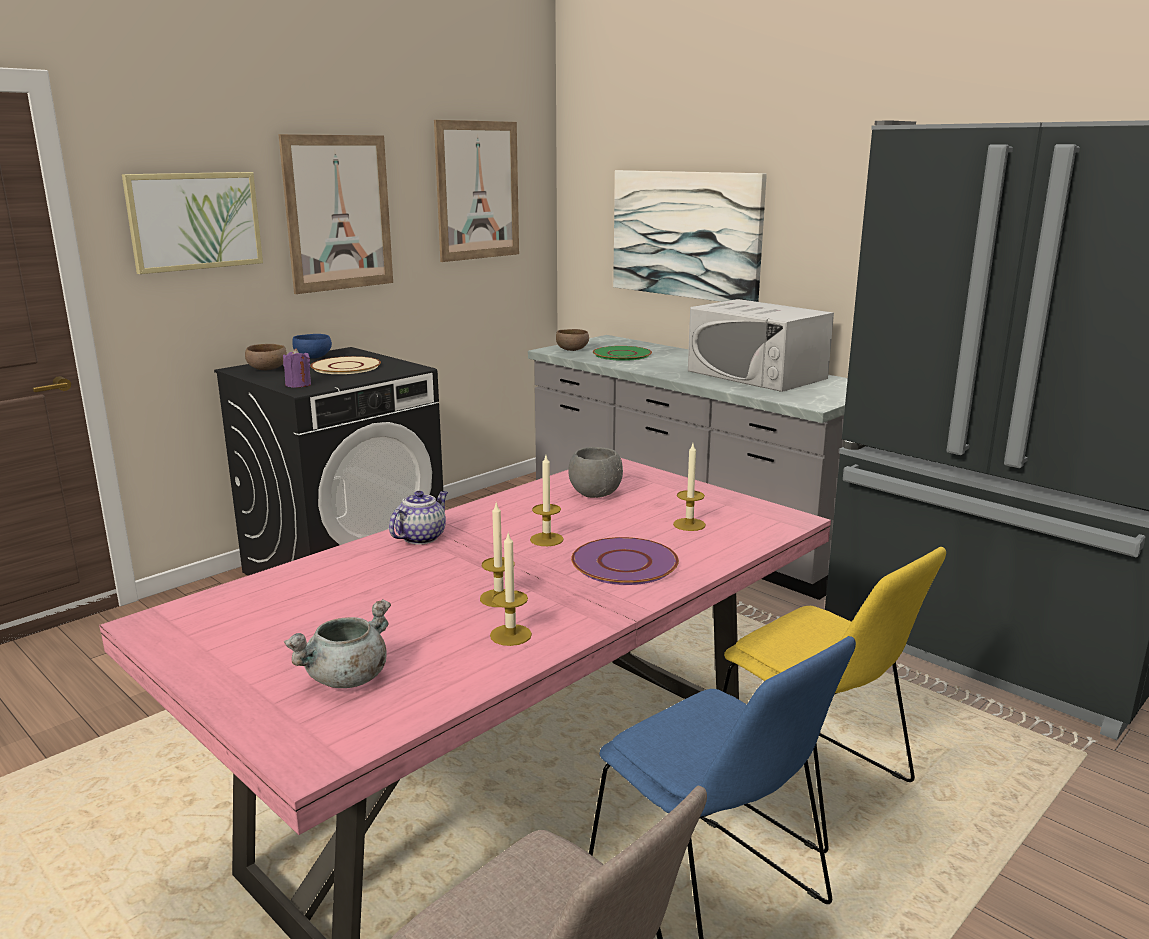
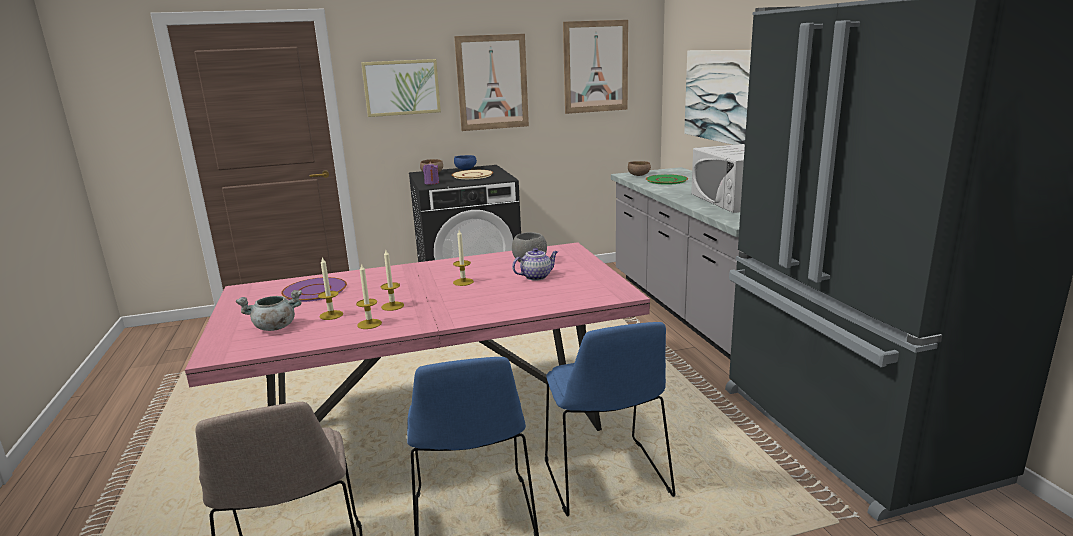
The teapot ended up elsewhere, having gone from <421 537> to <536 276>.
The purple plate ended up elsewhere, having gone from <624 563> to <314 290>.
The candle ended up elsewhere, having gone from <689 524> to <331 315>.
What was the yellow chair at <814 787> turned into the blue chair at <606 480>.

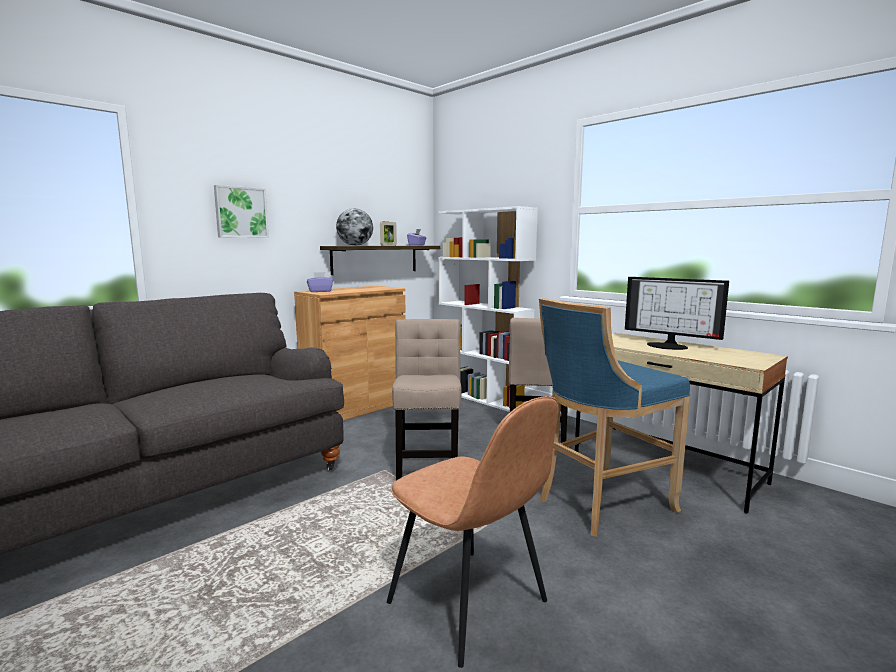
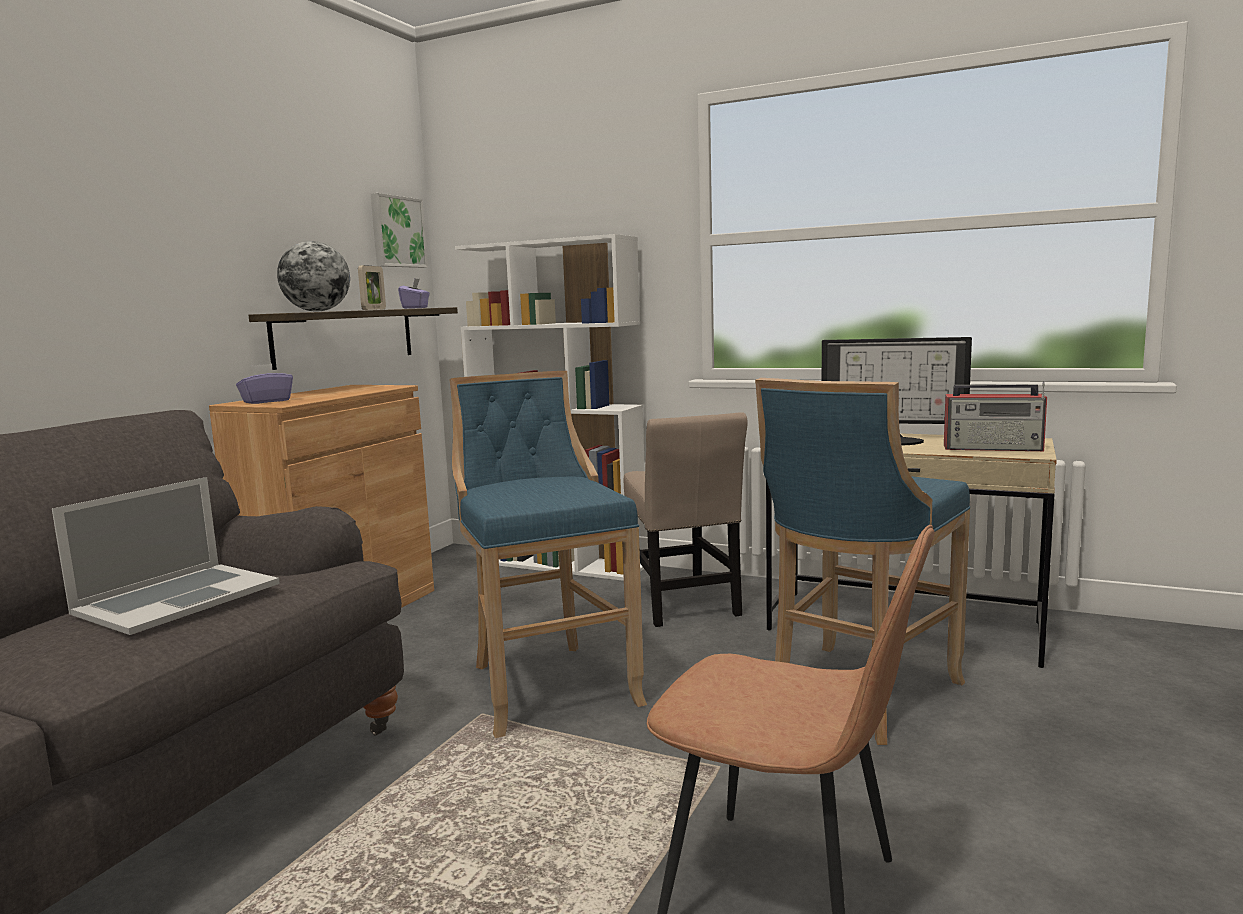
The picture ended up elsewhere, having gone from <241 212> to <397 232>.
Where the beige chair stood at <428 461>, the blue stool came to stand at <547 684>.
The second view gained the laptop at <177 598>.
The second view gained the radio at <994 448>.

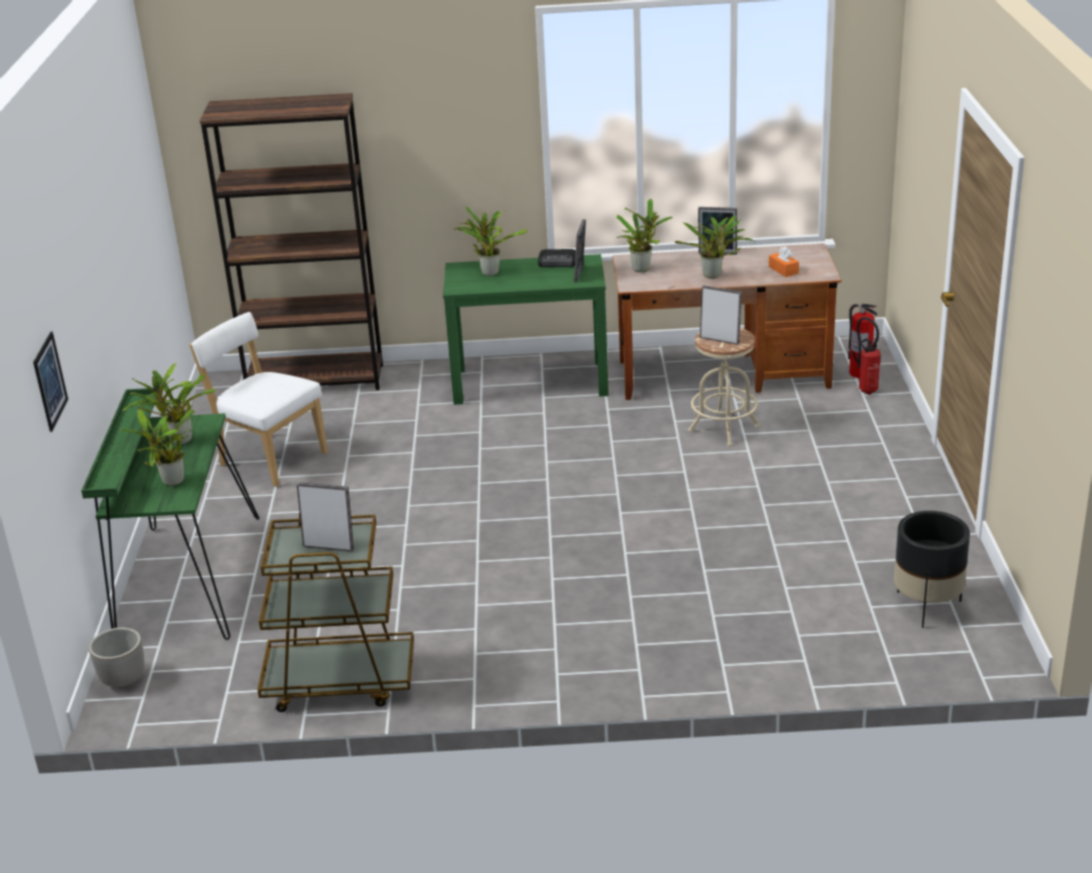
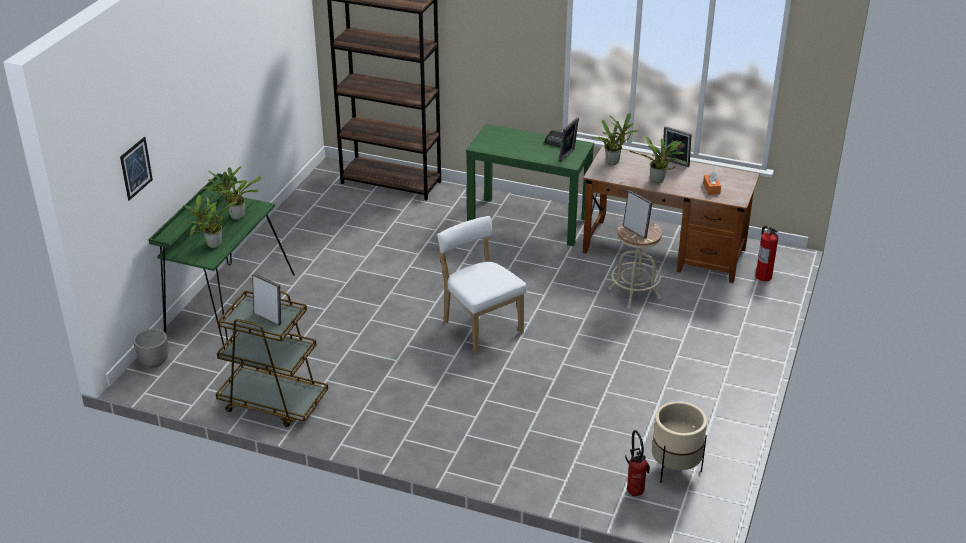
The white chair ended up elsewhere, having gone from <269 458> to <480 326>.
The second view lost the potted plant at <489 272>.
The fire extinguisher ended up elsewhere, having gone from <866 389> to <635 489>.
What was the black planter at <927 606> turned into the beige planter at <675 468>.

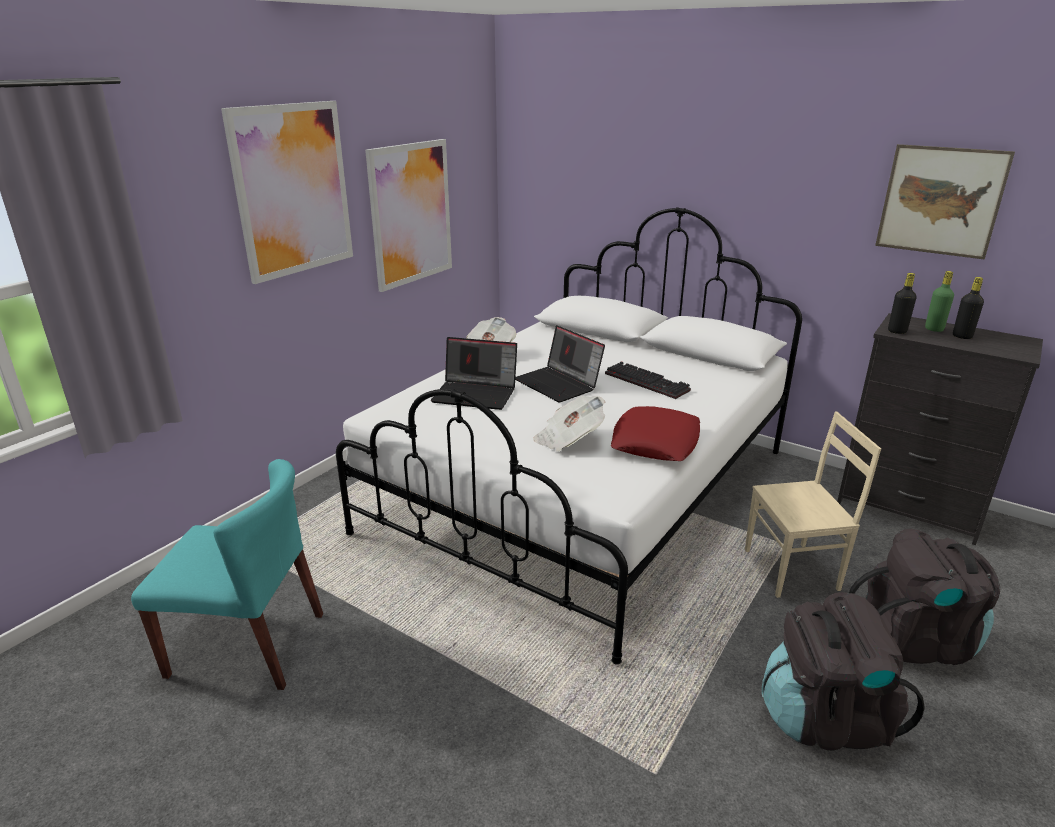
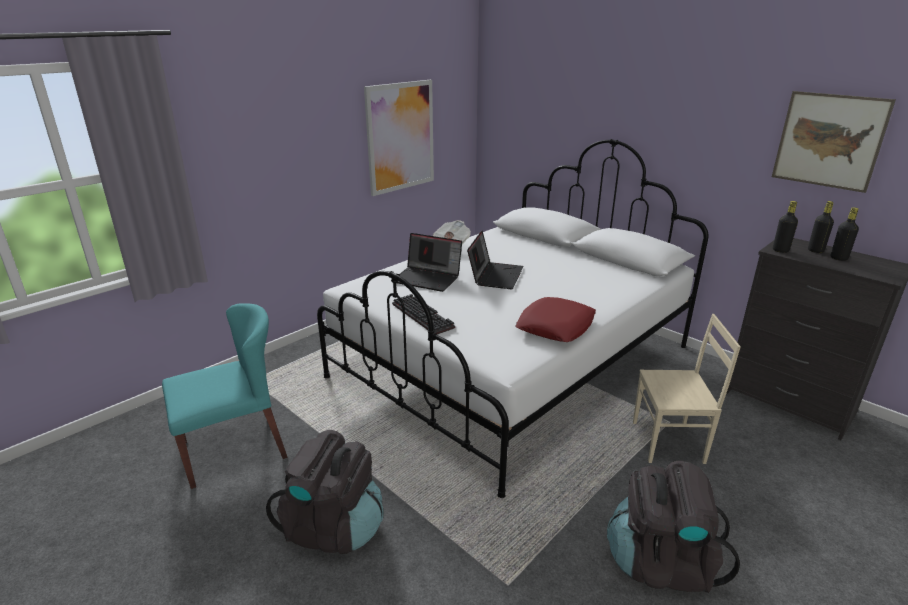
The turquoise chair at <248 644> ended up facing another way, 45 degrees counterclockwise from before.
The second view lost the picture at <293 190>.
The laptop at <559 384> ended up facing another way, 135 degrees counterclockwise from before.
The second view lost the newspaper at <568 439>.
The keyboard ended up elsewhere, having gone from <648 382> to <424 316>.
The black backpack ended up elsewhere, having gone from <915 641> to <333 528>.
What was the green bottle at <934 329> turned into the black bottle at <815 250>.

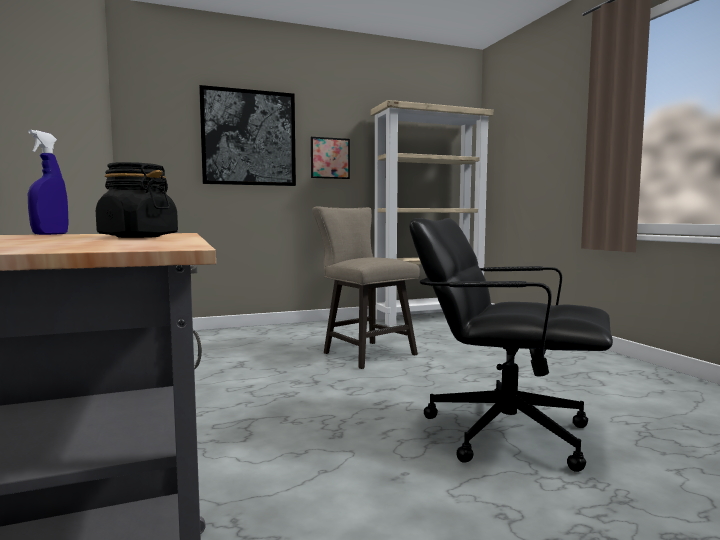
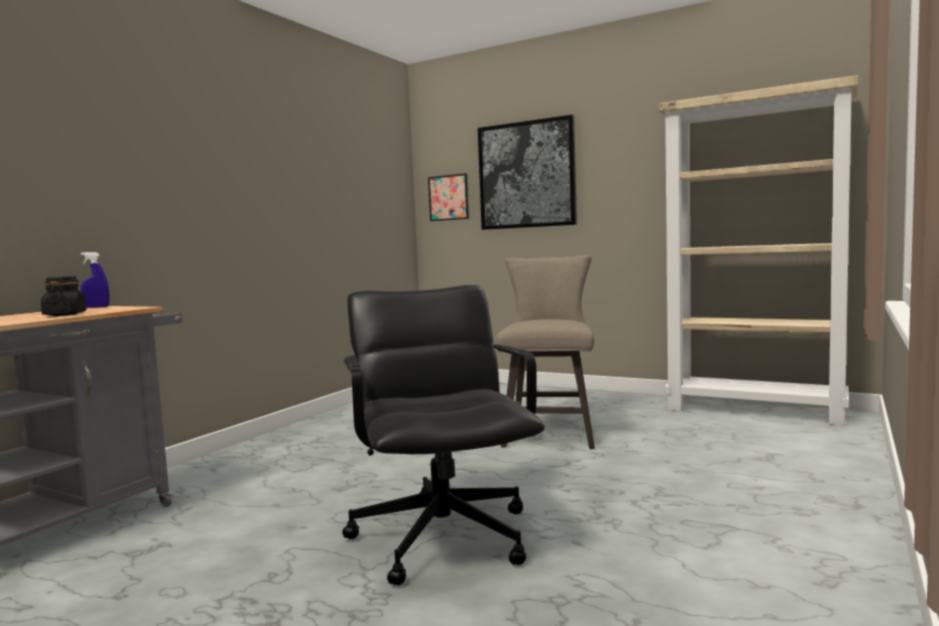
The picture ended up elsewhere, having gone from <330 158> to <448 197>.

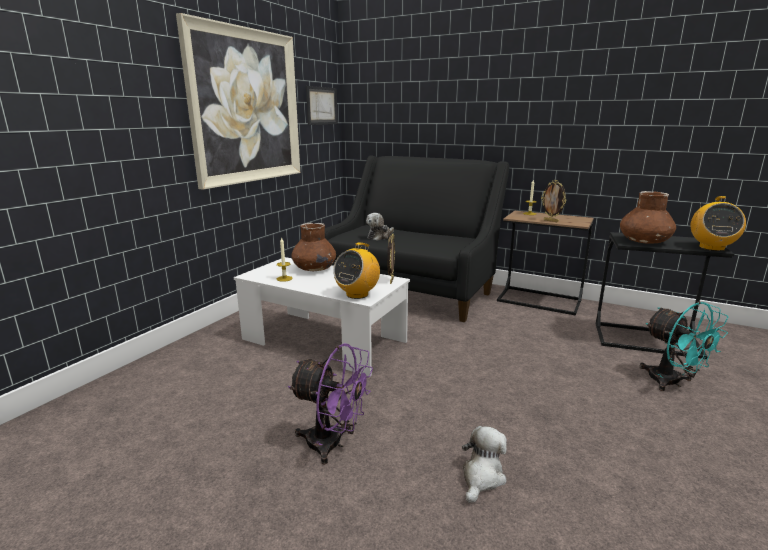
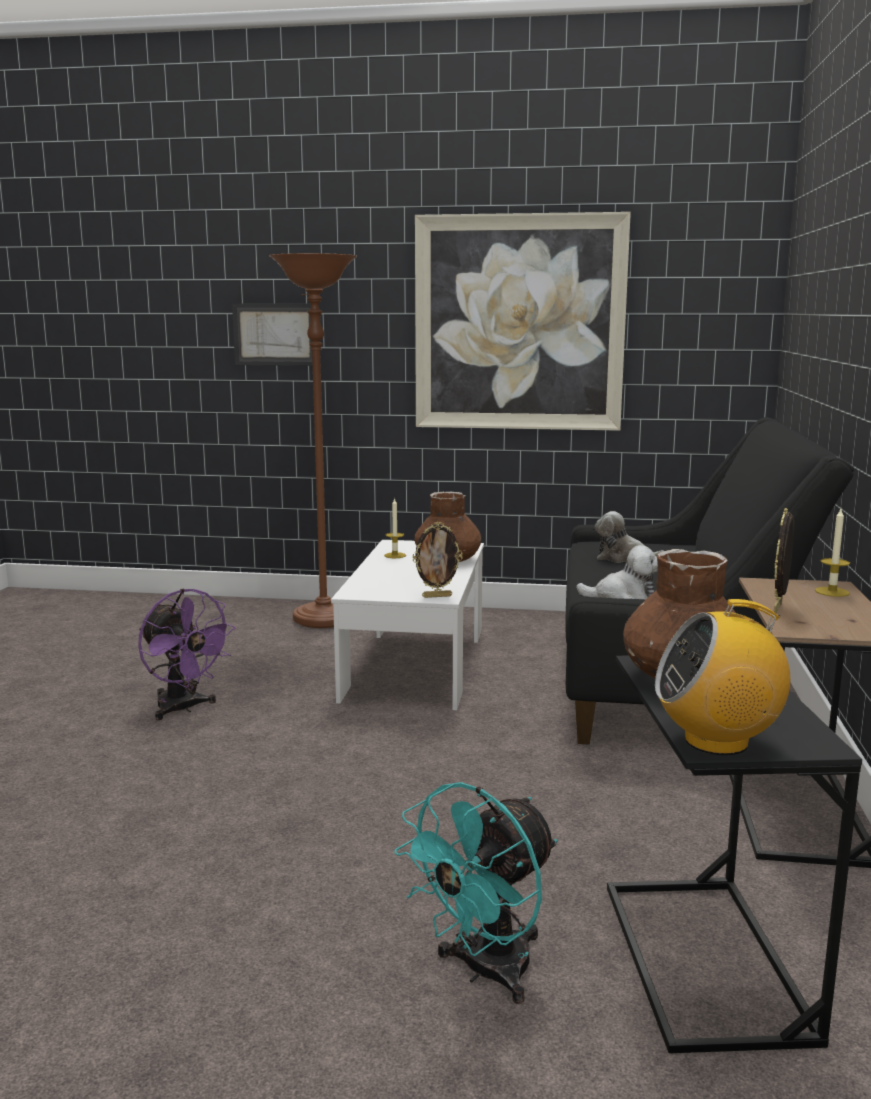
The purple fan at <333 444> ended up facing another way, 45 degrees counterclockwise from before.
The picture ended up elsewhere, having gone from <321 106> to <275 334>.
The second view lost the radio at <357 294>.
The plush toy ended up elsewhere, having gone from <482 477> to <623 598>.
The second view gained the brown floor lamp at <324 619>.

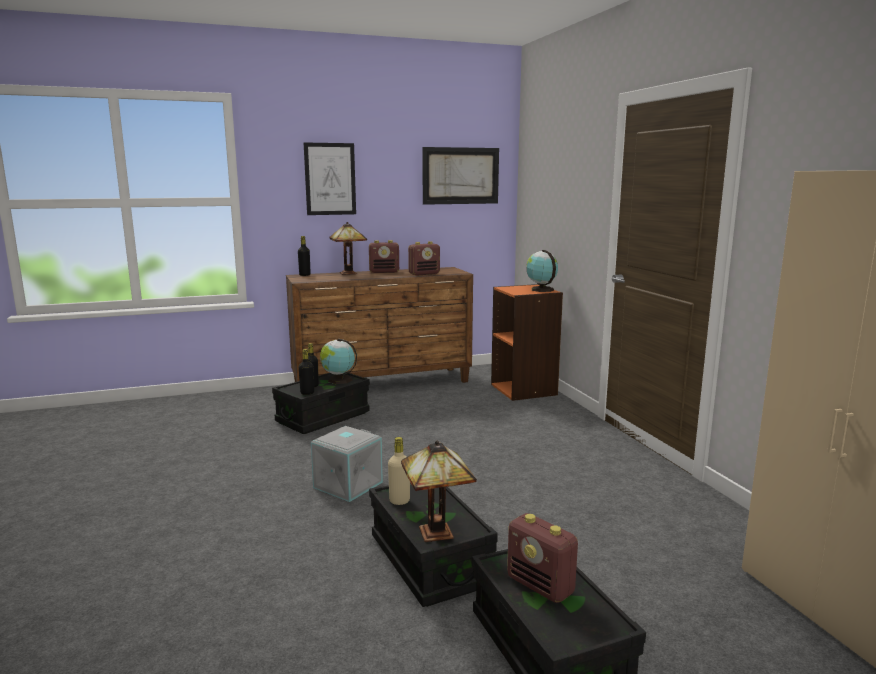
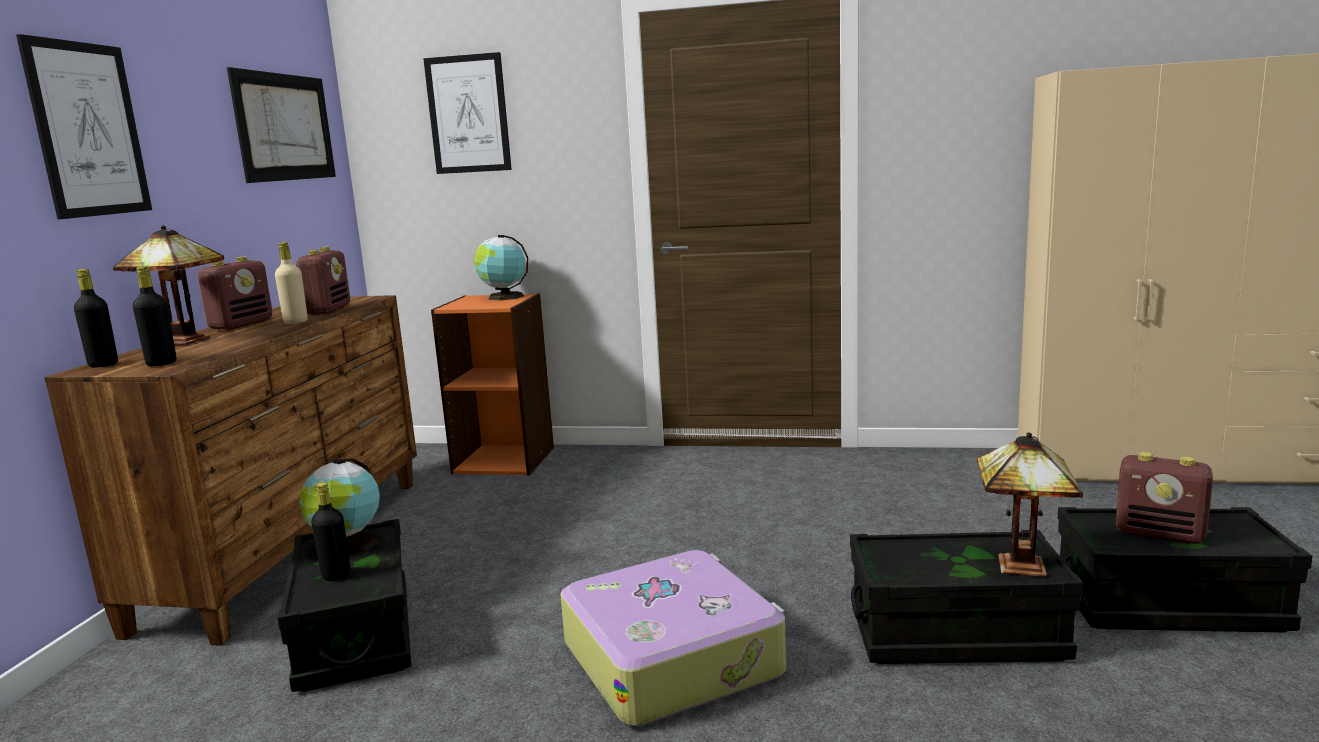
The black bottle ended up elsewhere, having gone from <307 393> to <161 363>.
Where the grey storage box stood at <347 484>, the suitcase came to stand at <673 657>.
The beige bottle ended up elsewhere, having gone from <399 501> to <296 322>.
The radio at <541 586> ended up facing another way, 45 degrees clockwise from before.
The second view gained the picture at <468 114>.

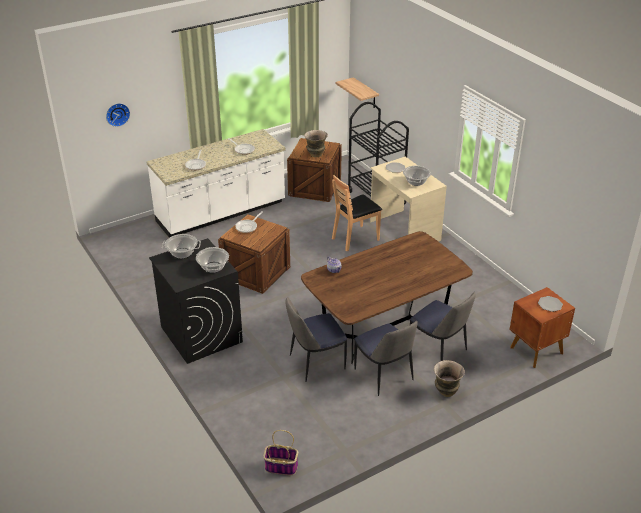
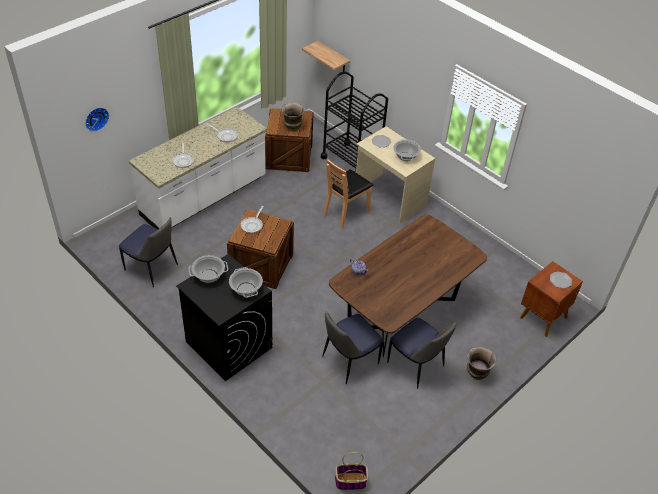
The chair ended up elsewhere, having gone from <438 351> to <152 268>.

